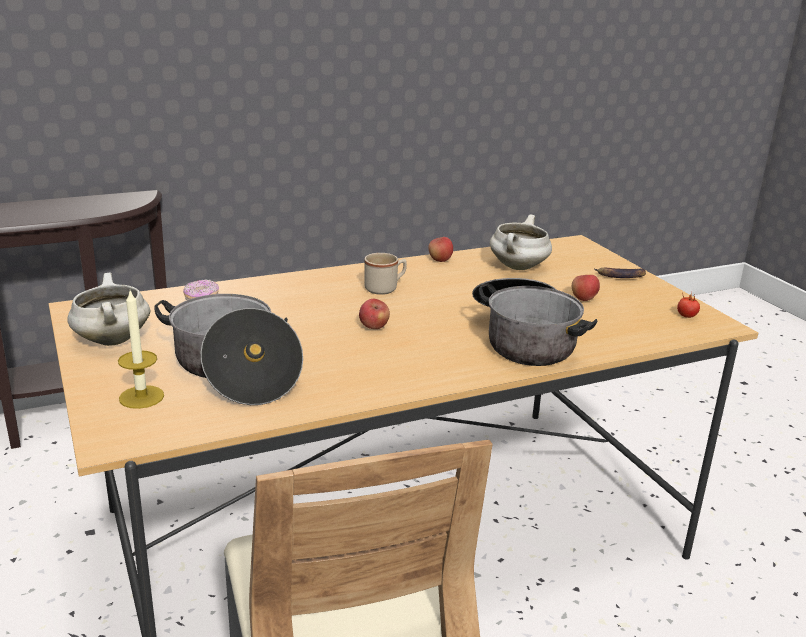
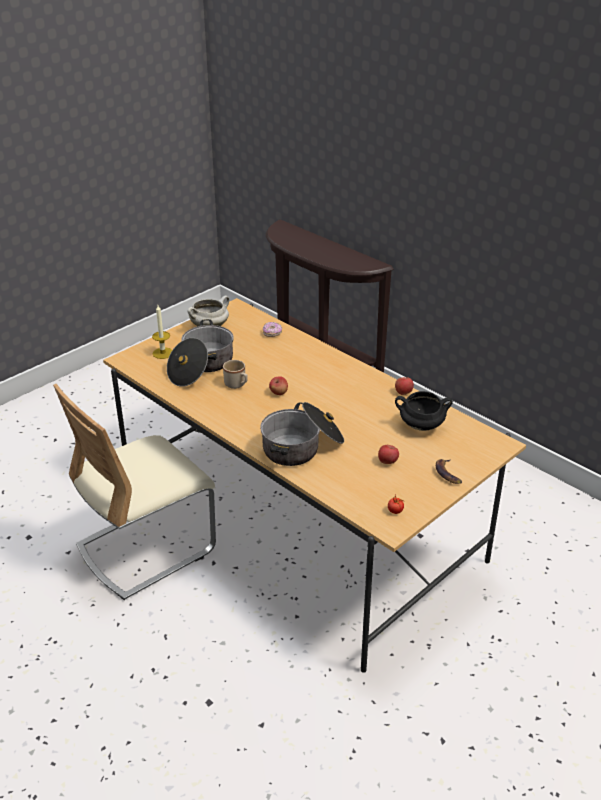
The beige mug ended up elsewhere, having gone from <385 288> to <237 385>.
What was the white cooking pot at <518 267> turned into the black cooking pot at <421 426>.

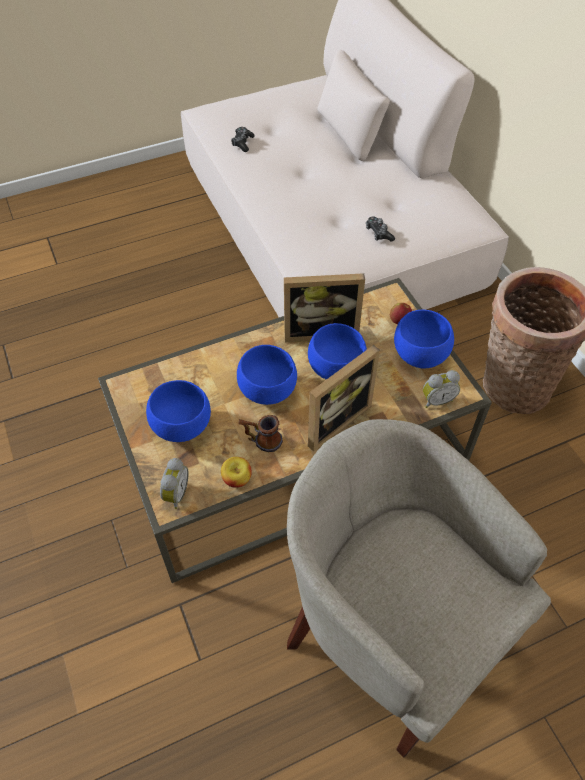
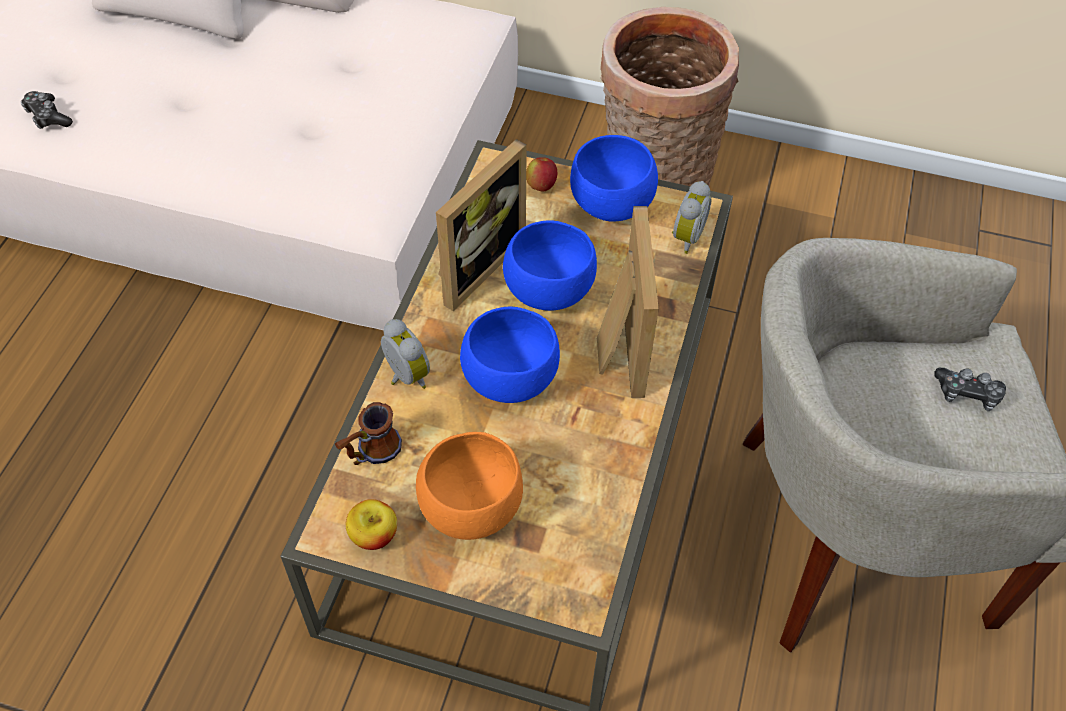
What was the blue bowl at <182 425> turned into the orange bowl at <469 507>.
The alarm clock ended up elsewhere, having gone from <175 494> to <404 377>.
The apple ended up elsewhere, having gone from <237 479> to <374 535>.
The mug ended up elsewhere, having gone from <261 440> to <370 453>.
The game controller ended up elsewhere, having gone from <378 233> to <967 394>.

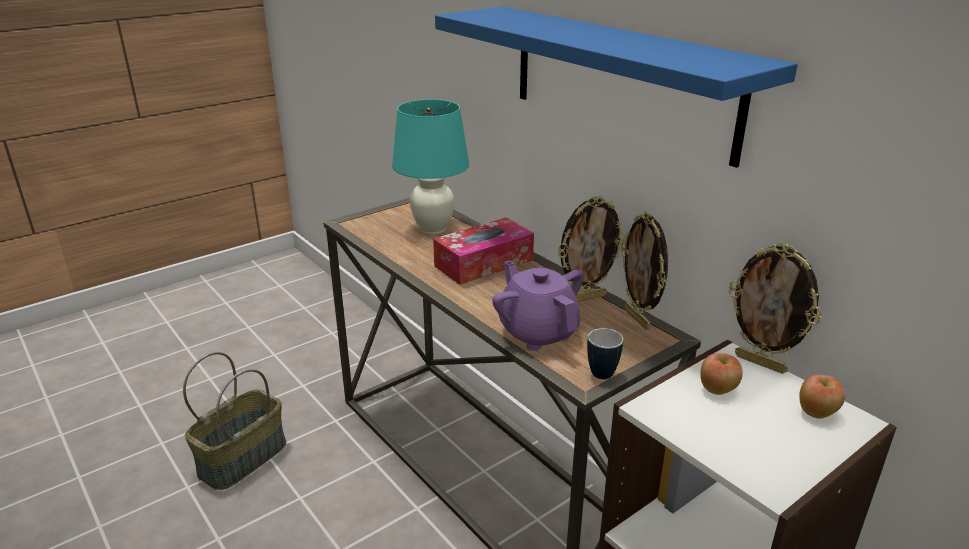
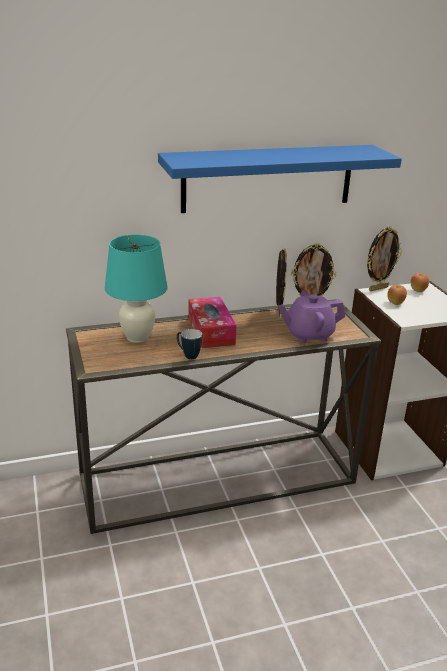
The second view lost the basket at <242 457>.
The mug ended up elsewhere, having gone from <602 370> to <188 355>.

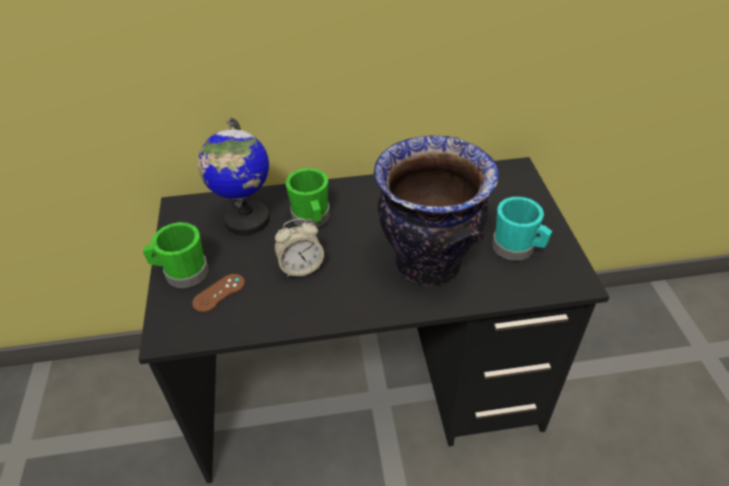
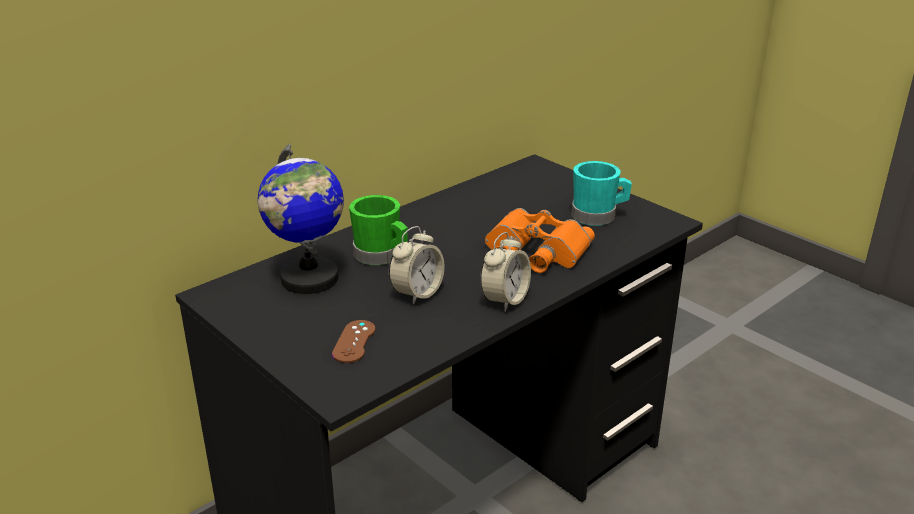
The second view lost the green mug at <182 273>.
Where the vase stood at <426 264>, the orange binoculars came to stand at <534 251>.
The second view gained the alarm clock at <505 300>.

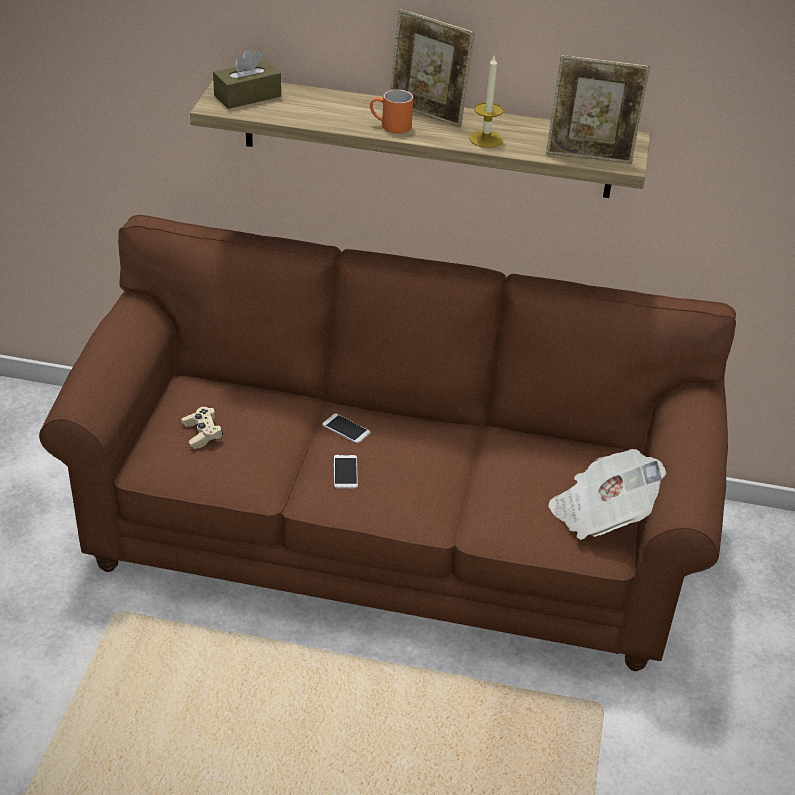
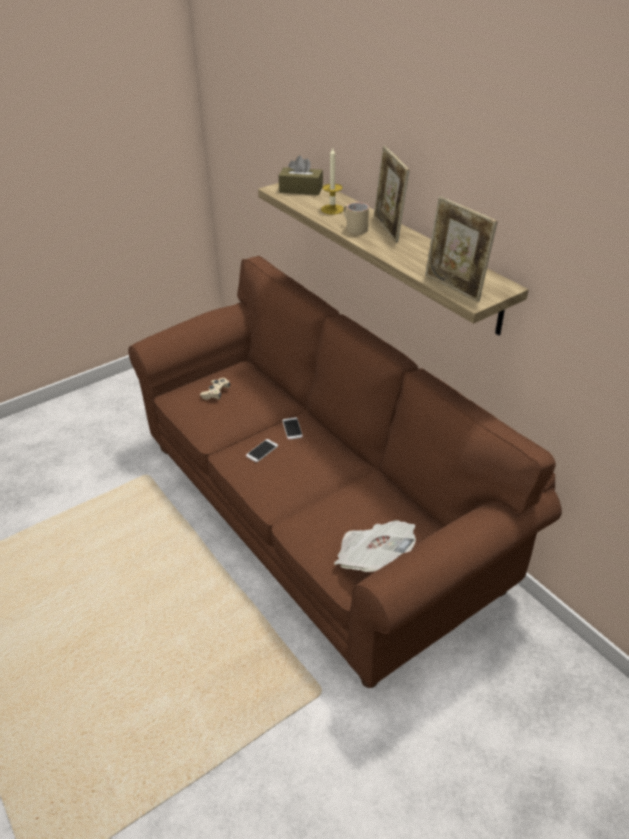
What was the orange mug at <390 126> turned into the beige mug at <353 228>.
The candle ended up elsewhere, having gone from <486 139> to <332 209>.

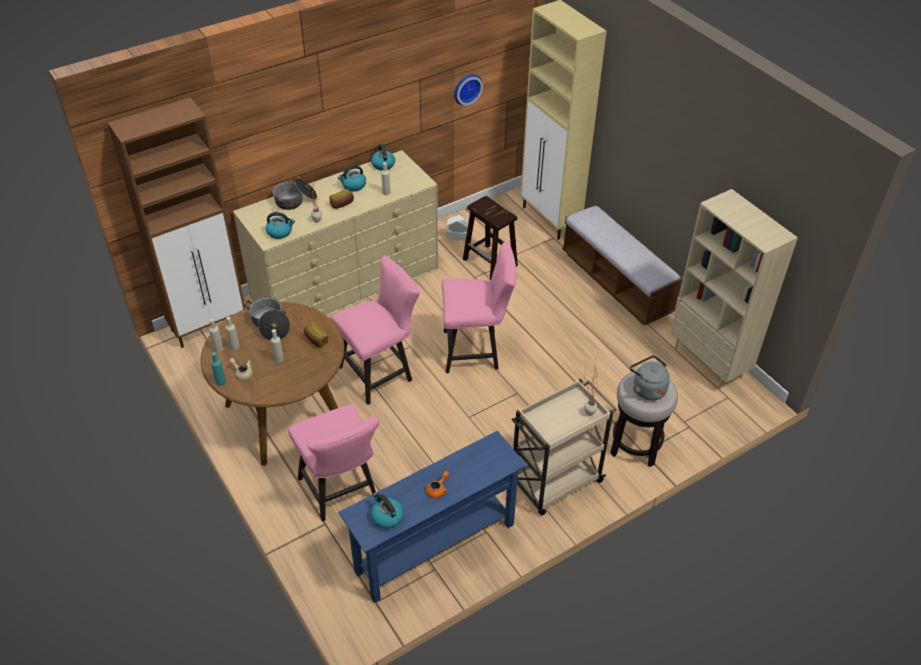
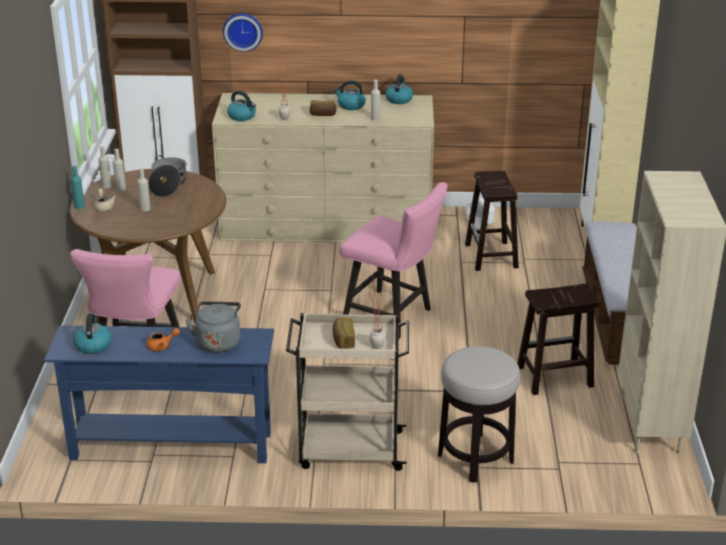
The second view lost the cooking pot at <295 200>.
The bread ended up elsewhere, having gone from <316 340> to <343 341>.
The second view lost the pink chair at <380 372>.
The wall clock ended up elsewhere, having gone from <466 88> to <243 31>.
The grey kettle ended up elsewhere, having gone from <647 389> to <218 342>.
The second view gained the brown stool at <553 377>.

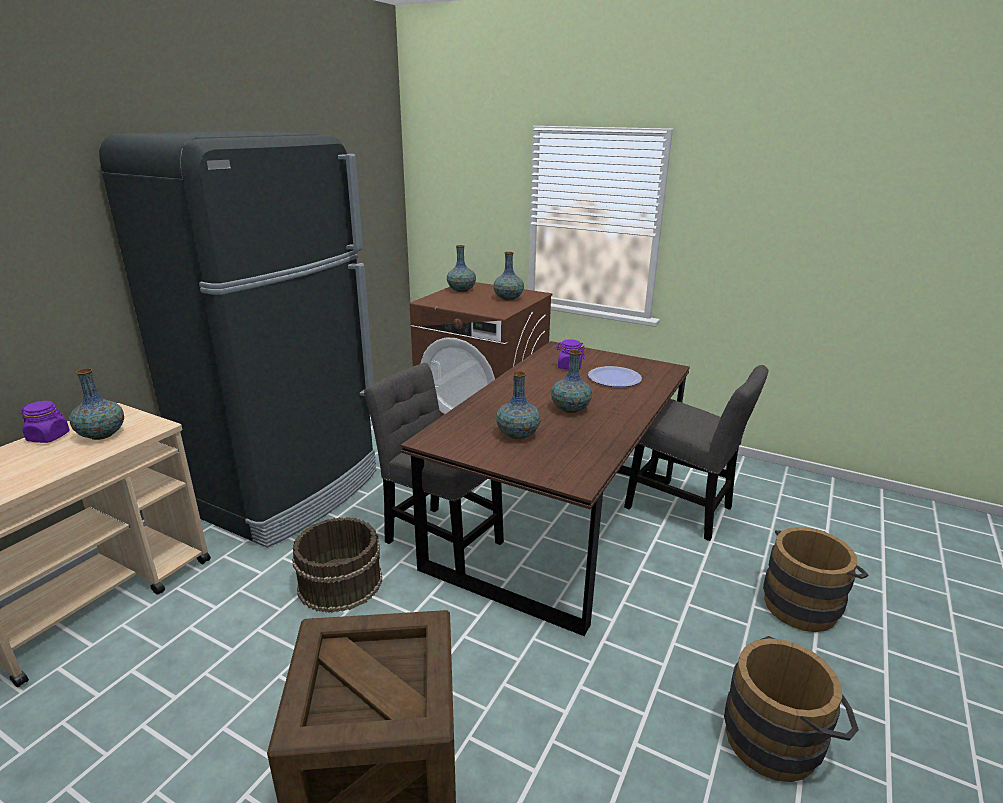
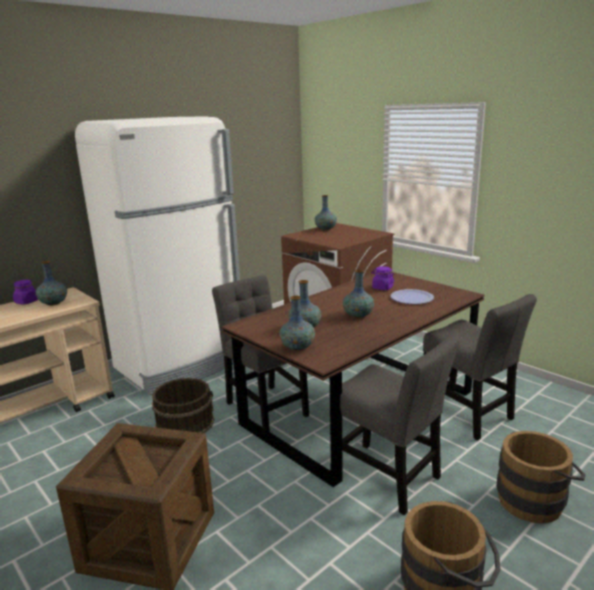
What was the black fridge at <288 492> turned into the white fridge at <181 363>.
The vase ended up elsewhere, having gone from <508 298> to <297 347>.
The second view gained the grey chair at <389 478>.

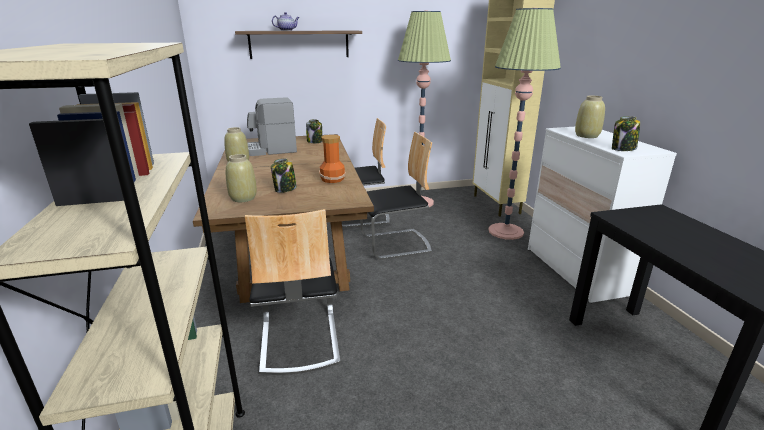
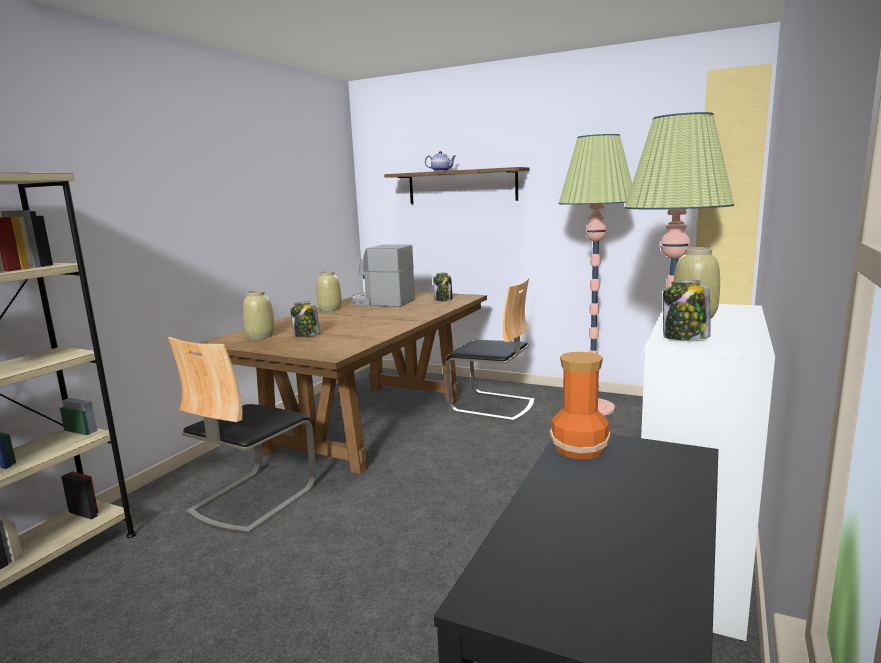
The vase ended up elsewhere, having gone from <332 179> to <580 448>.
The second view lost the chair at <395 244>.

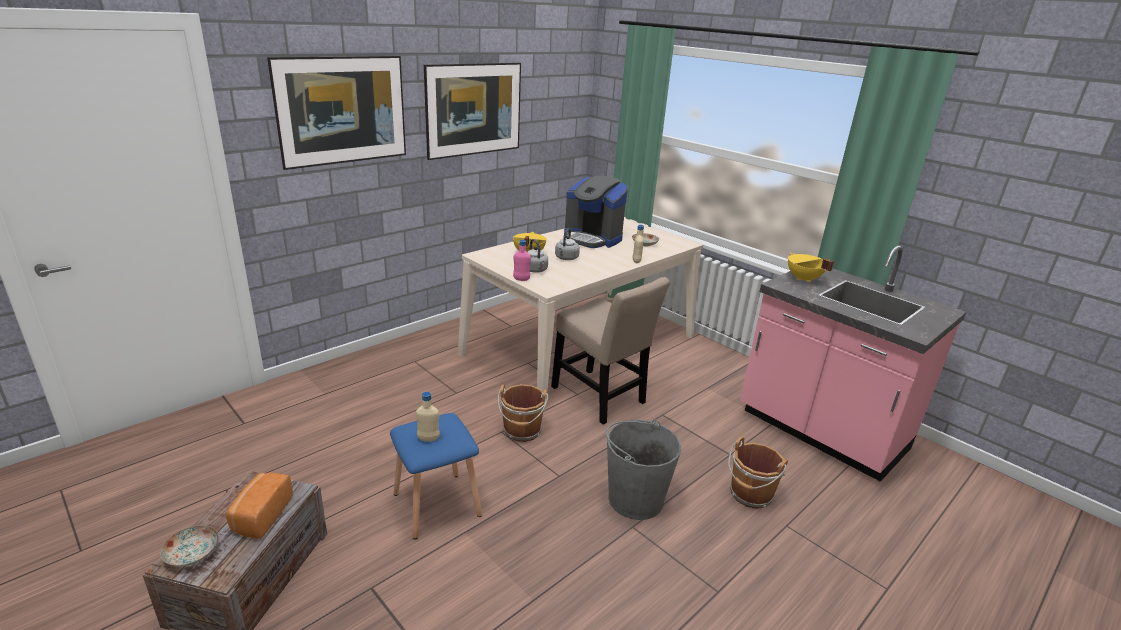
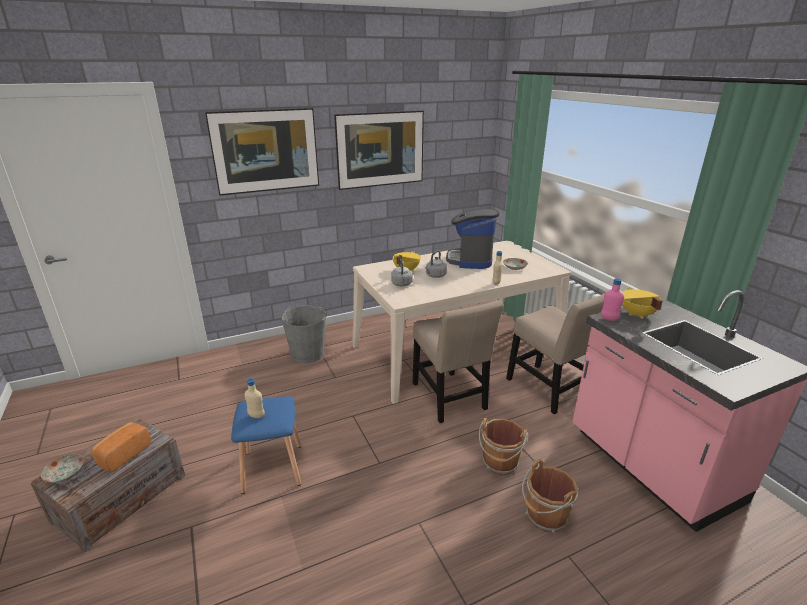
The brown bucket ended up elsewhere, having gone from <522 431> to <500 463>.
The pink bottle ended up elsewhere, having gone from <521 279> to <609 319>.
The coffee machine at <592 238> ended up facing another way, 45 degrees clockwise from before.
The grey bucket ended up elsewhere, having gone from <635 499> to <307 353>.
The second view gained the beige chair at <549 390>.

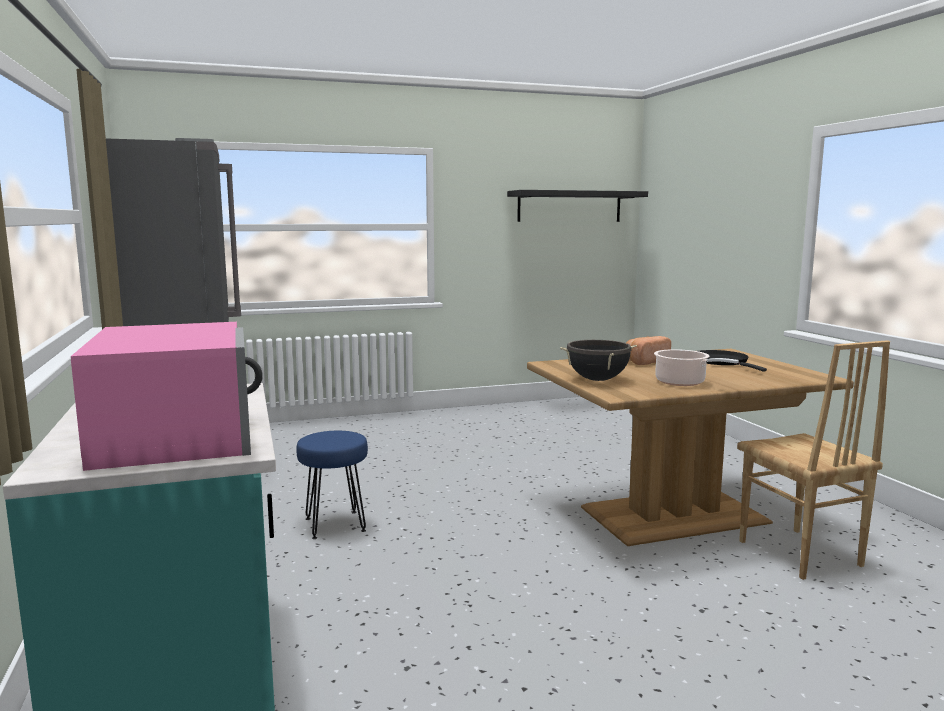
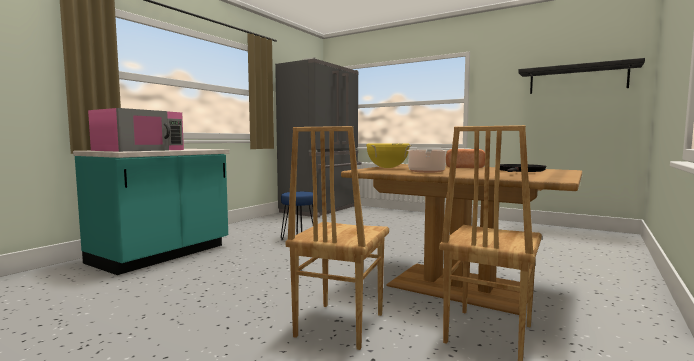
What was the black cooking pot at <597 380> turned into the yellow cooking pot at <387 168>.
The second view gained the brown chair at <338 325>.

